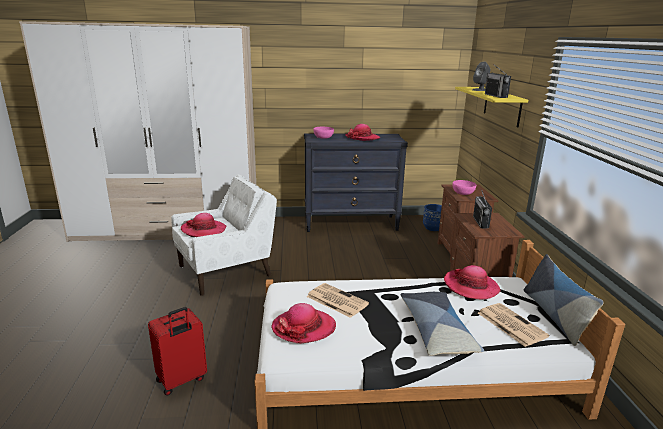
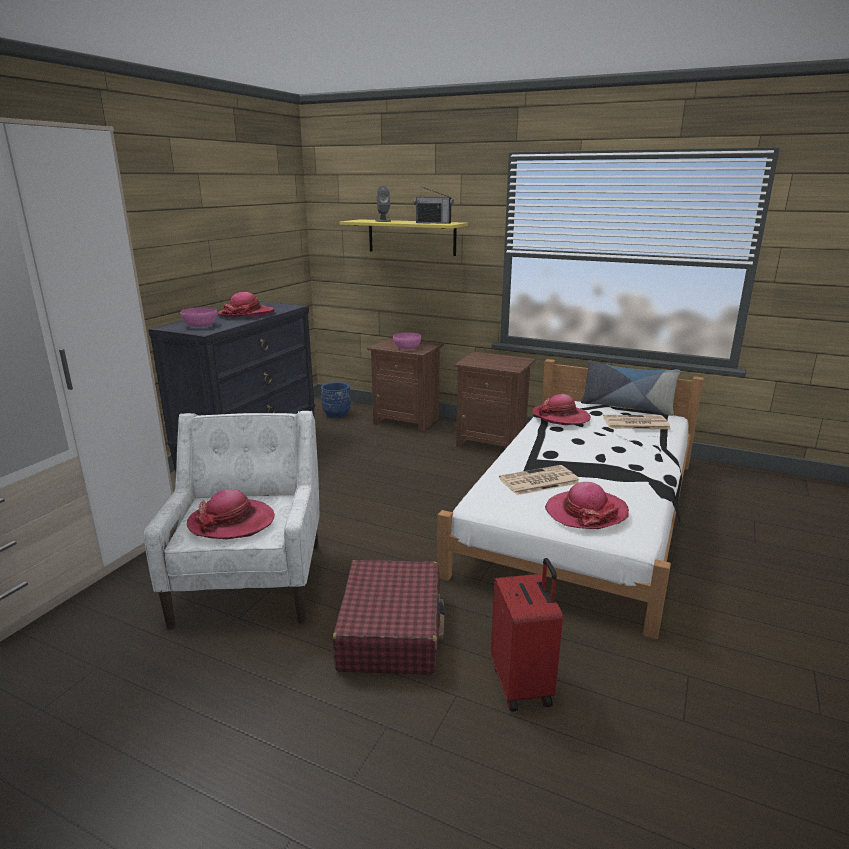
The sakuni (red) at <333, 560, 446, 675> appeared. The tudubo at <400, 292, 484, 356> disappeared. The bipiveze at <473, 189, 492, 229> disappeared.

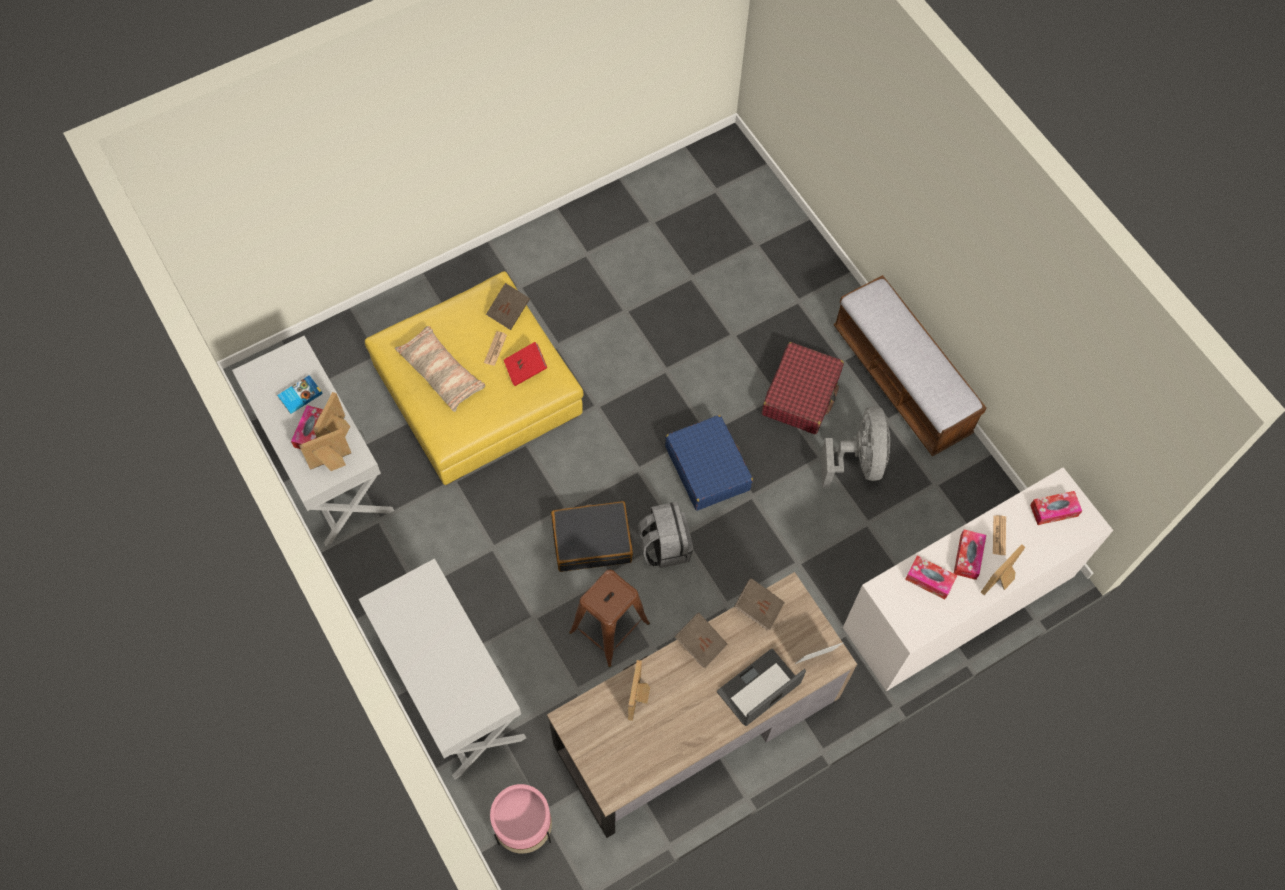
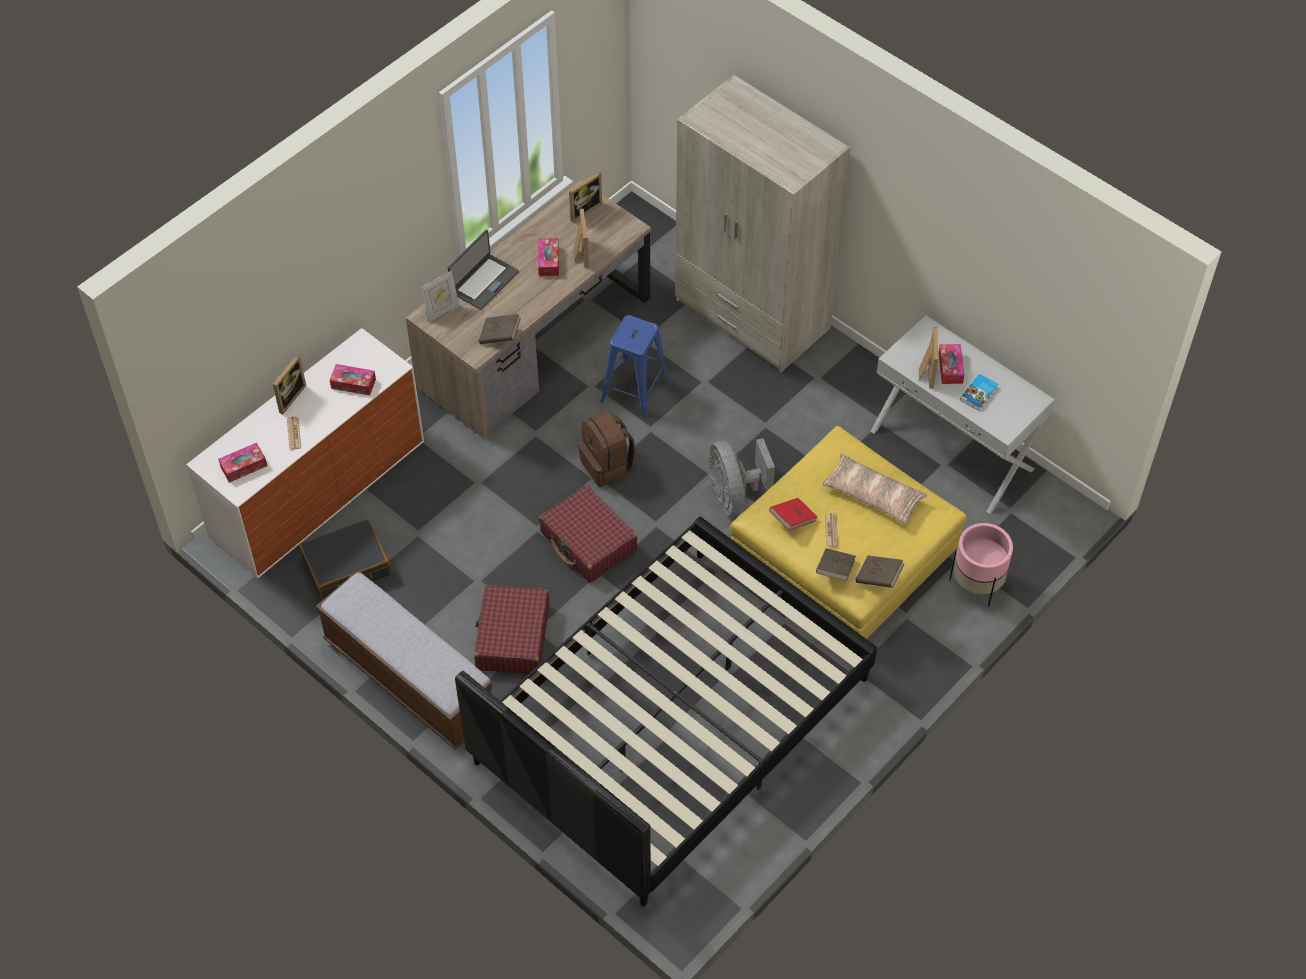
The sakuni (black) moved from <551, 501, 633, 572> to <299, 519, 391, 600>. The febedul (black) at <455, 517, 877, 906> appeared. The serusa moved from <953, 529, 986, 580> to <538, 238, 559, 276>. The sakuni (blue) at <665, 415, 753, 511> became the sakuni (red) at <539, 485, 638, 583>. The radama moved from <299, 428, 351, 471> to <569, 171, 602, 223>. The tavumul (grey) at <638, 502, 693, 568> became the tavumul (brown) at <578, 411, 636, 487>. The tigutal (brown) at <569, 570, 650, 667> became the tigutal (blue) at <600, 315, 669, 419>. The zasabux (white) at <359, 558, 526, 780> was replaced by the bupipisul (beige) at <675, 75, 850, 372>. The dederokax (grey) moved from <820, 406, 890, 488> to <709, 438, 775, 515>. The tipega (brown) moved from <675, 613, 728, 668> to <856, 555, 904, 588>. The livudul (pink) moved from <490, 784, 552, 854> to <949, 523, 1013, 607>.

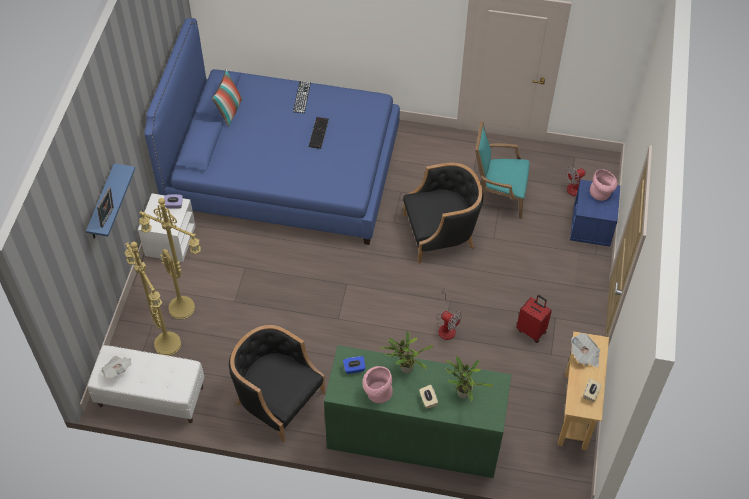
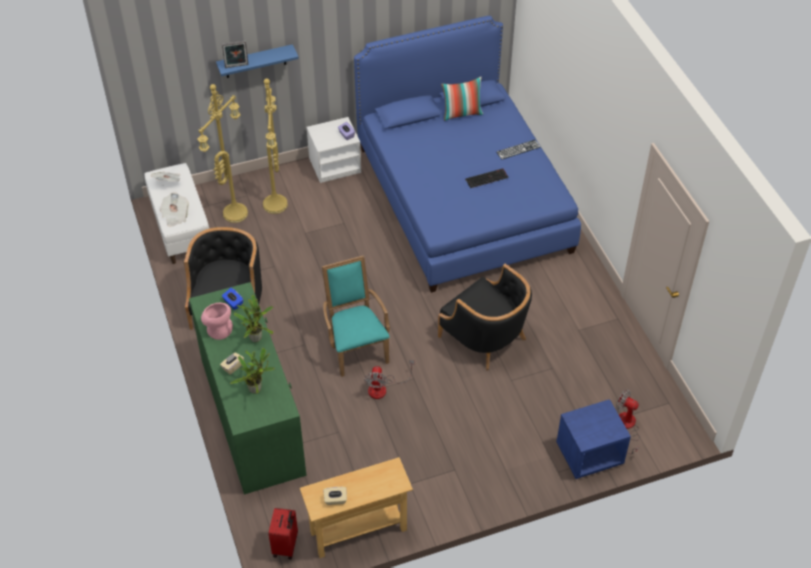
The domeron moved from <571, 333, 600, 367> to <160, 192, 189, 227>. The sakuni (red) moved from <517, 295, 552, 343> to <269, 508, 298, 560>. The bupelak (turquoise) moved from <475, 121, 530, 219> to <322, 255, 390, 377>. The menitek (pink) at <590, 169, 618, 201> disappeared.

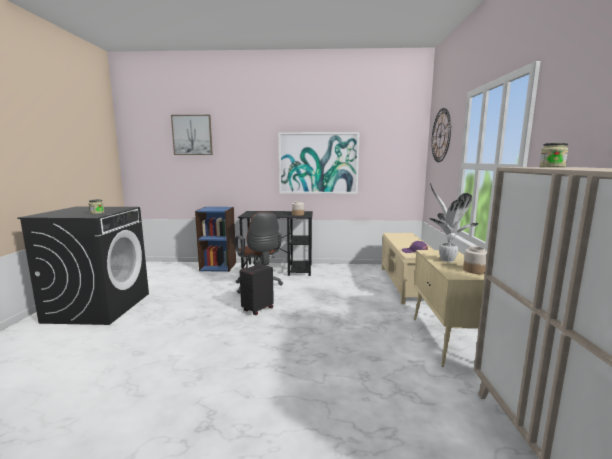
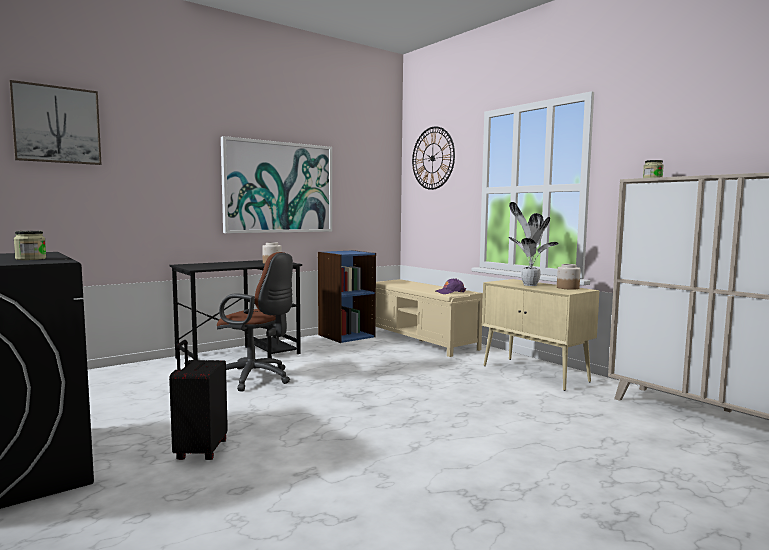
The sakuni (black) moved from <240, 253, 274, 315> to <169, 340, 228, 460>. The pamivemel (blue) moved from <195, 207, 236, 272> to <318, 250, 376, 343>.

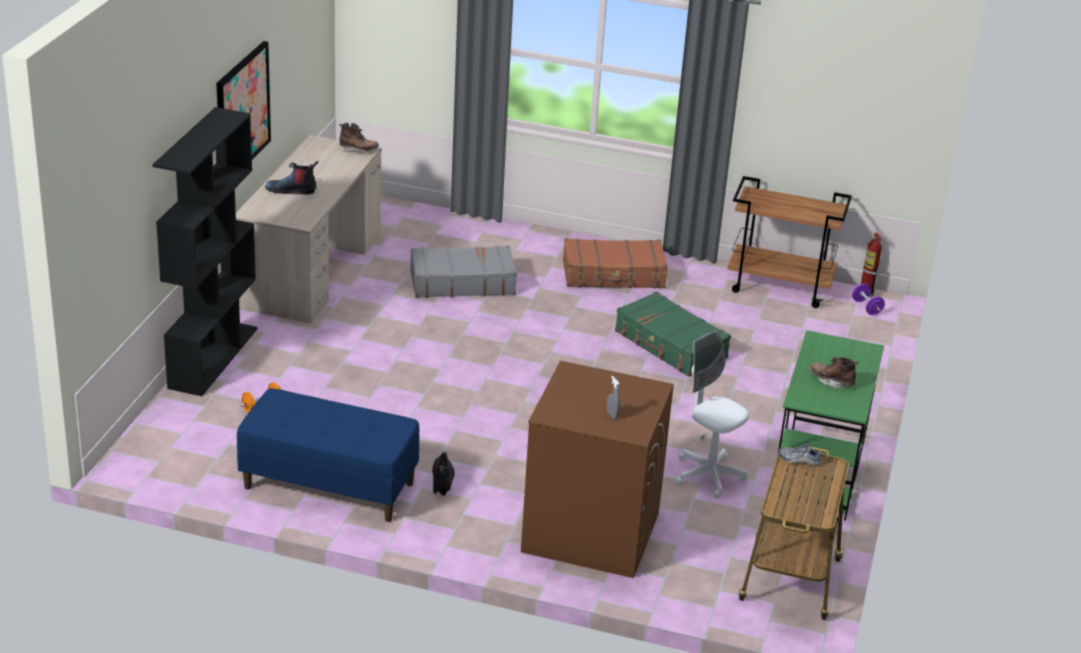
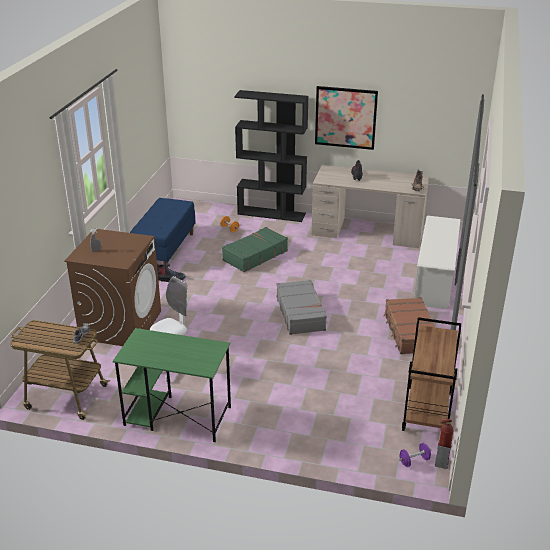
The sakuni (green) moved from <615, 291, 731, 377> to <222, 227, 288, 272>. The sakuni (grey) moved from <411, 245, 517, 298> to <276, 280, 327, 335>. The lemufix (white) at <414, 216, 460, 310> appeared. The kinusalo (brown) at <809, 357, 858, 390> disappeared.

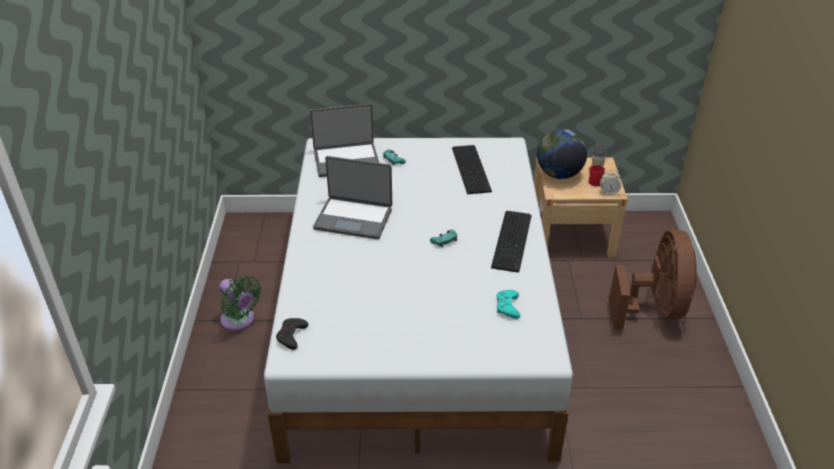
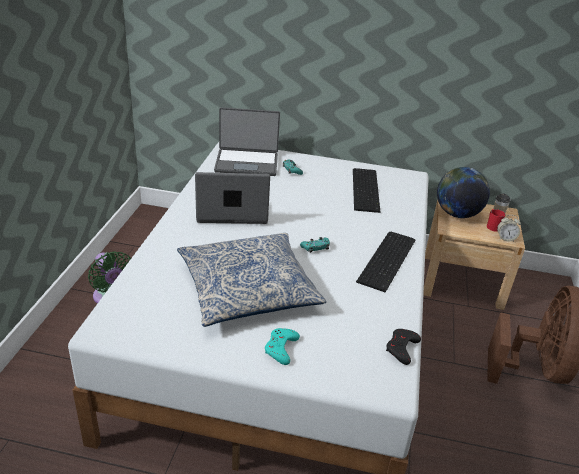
The tudubo at <177, 233, 326, 327> appeared. The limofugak at <313, 156, 392, 239> turned 150 degrees clockwise. The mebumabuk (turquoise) moved from <496, 290, 520, 319> to <265, 328, 300, 365>. The mebumabuk (black) moved from <276, 318, 308, 350> to <386, 329, 421, 365>.

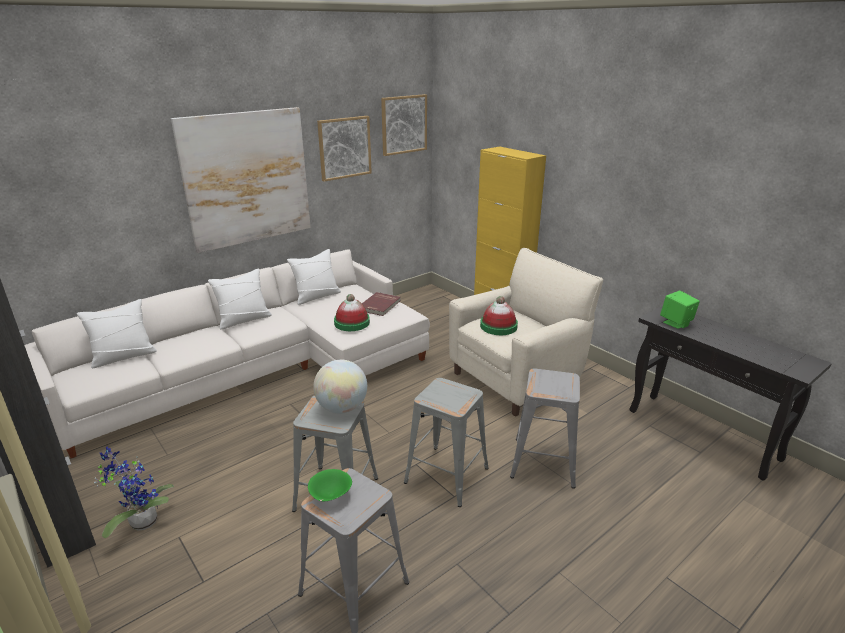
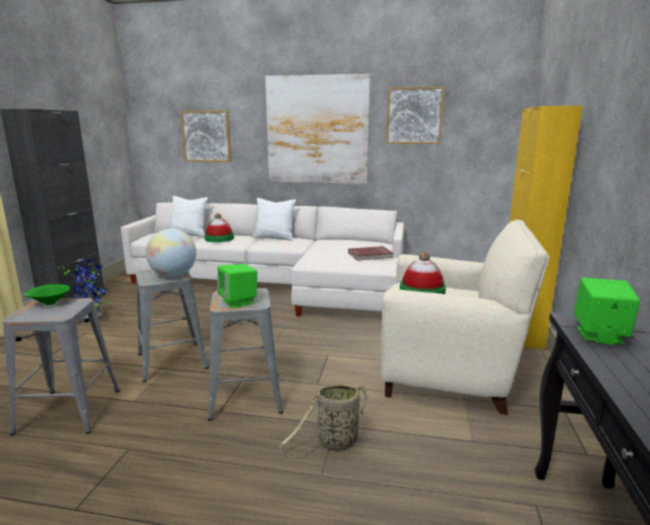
The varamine moved from <381, 94, 427, 156> to <180, 111, 231, 162>. The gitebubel moved from <334, 294, 370, 331> to <204, 213, 234, 242>. The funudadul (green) at <217, 264, 257, 309> appeared. The tigutal (grey) at <510, 368, 580, 489> was replaced by the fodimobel at <279, 384, 376, 457>. The tudubo (white) at <287, 249, 341, 305> disappeared.

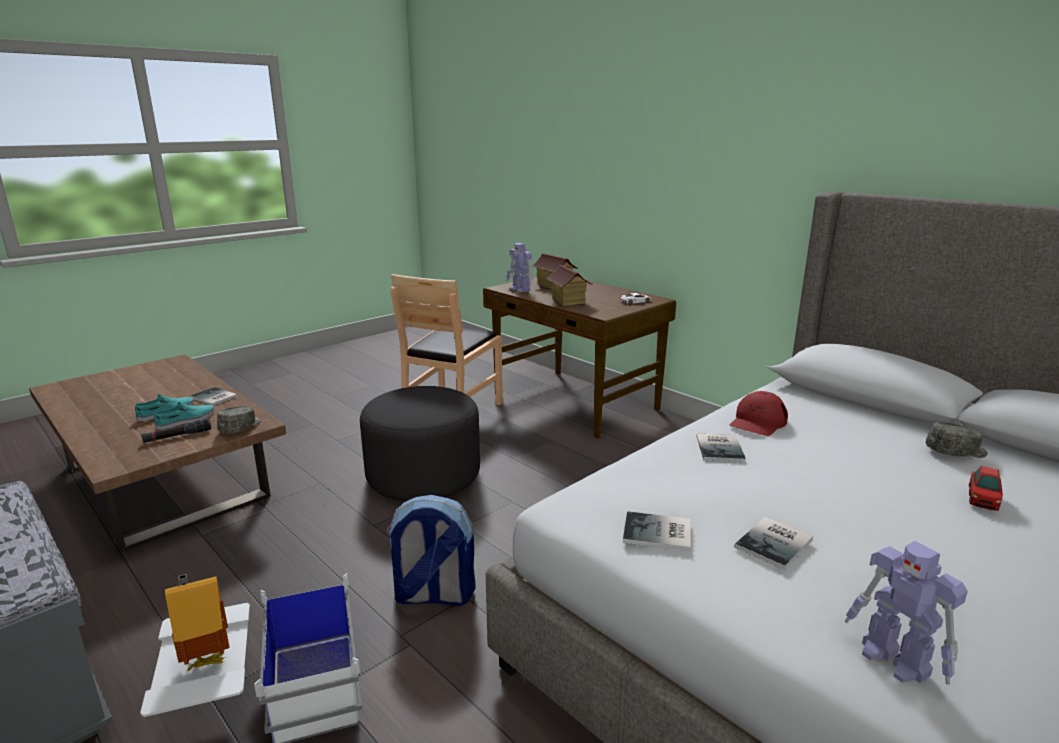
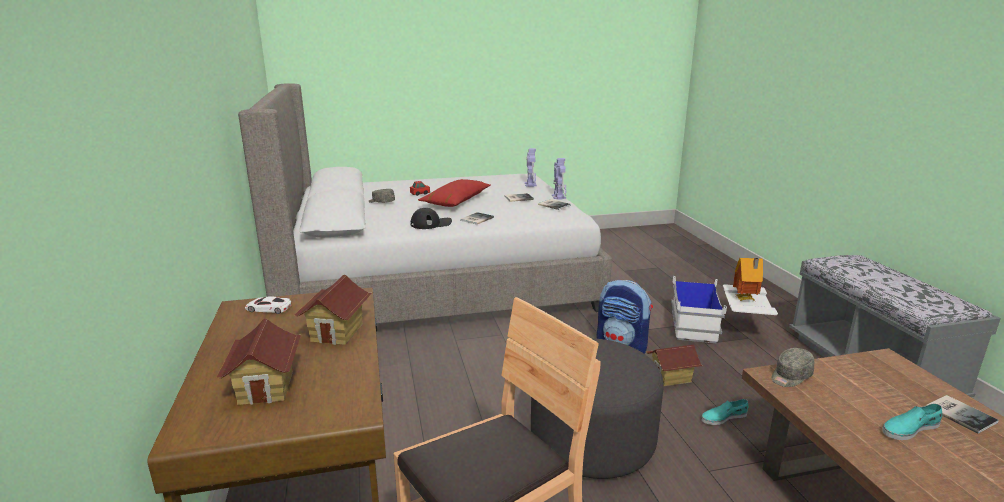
The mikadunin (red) at <730, 391, 788, 436> became the mikadunin (black) at <410, 208, 452, 229>. The tudubo (red) at <418, 179, 491, 207> appeared. The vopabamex moved from <506, 243, 533, 292> to <552, 158, 566, 200>. The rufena at <646, 345, 703, 386> appeared. The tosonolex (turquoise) moved from <154, 402, 214, 430> to <701, 399, 749, 425>. The tipega moved from <190, 387, 238, 406> to <927, 395, 999, 434>. The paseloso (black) at <141, 418, 211, 443> disappeared.

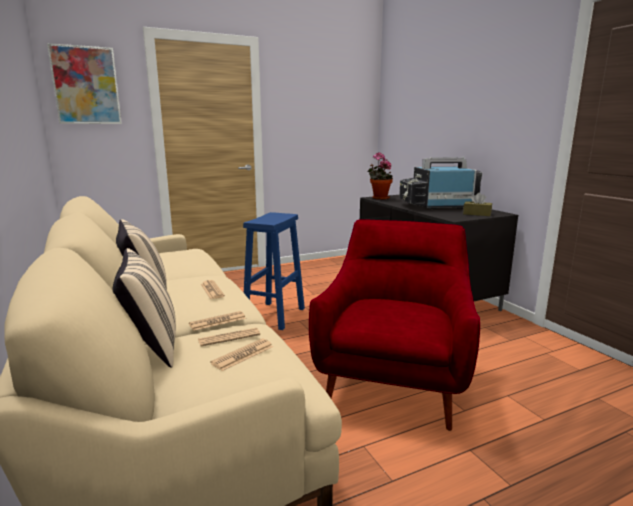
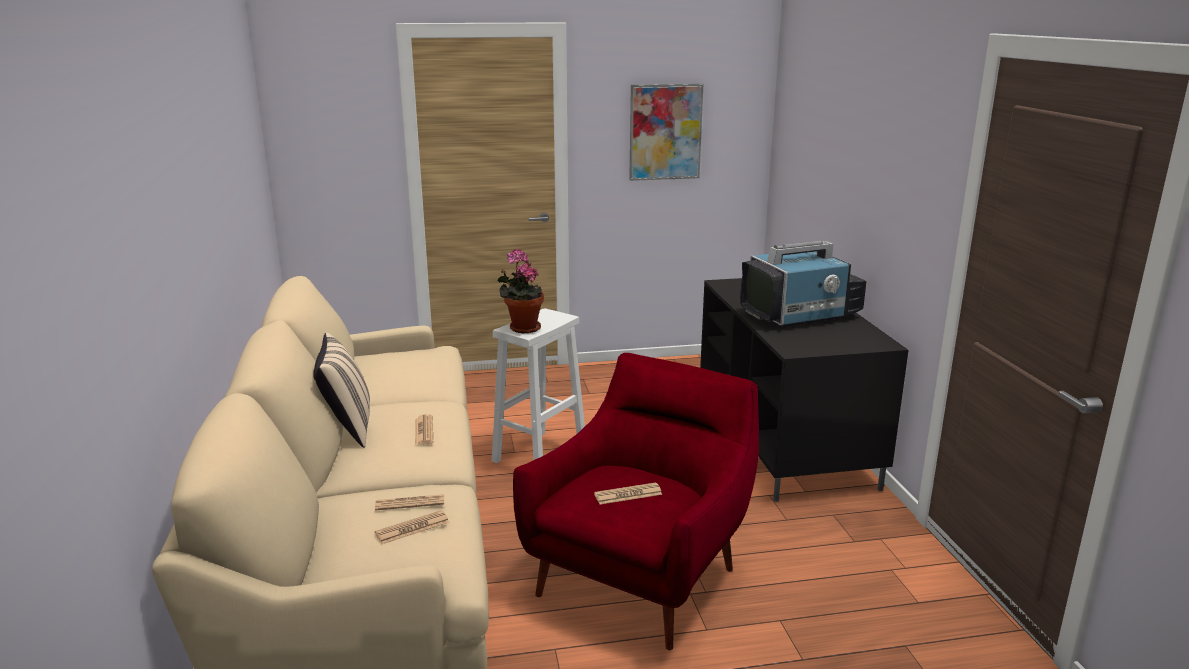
The tigutal (blue) at <243, 212, 305, 330> became the tigutal (white) at <492, 308, 585, 463>. The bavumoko moved from <367, 152, 393, 200> to <497, 249, 544, 333>. The domeron moved from <189, 311, 246, 331> to <594, 482, 662, 504>. The varamine moved from <47, 43, 122, 124> to <629, 84, 703, 181>. The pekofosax at <399, 157, 482, 209> turned 150 degrees clockwise. The tudubo (beige) at <113, 248, 176, 368> disappeared. The serusa (brown) at <463, 193, 492, 216> disappeared.

